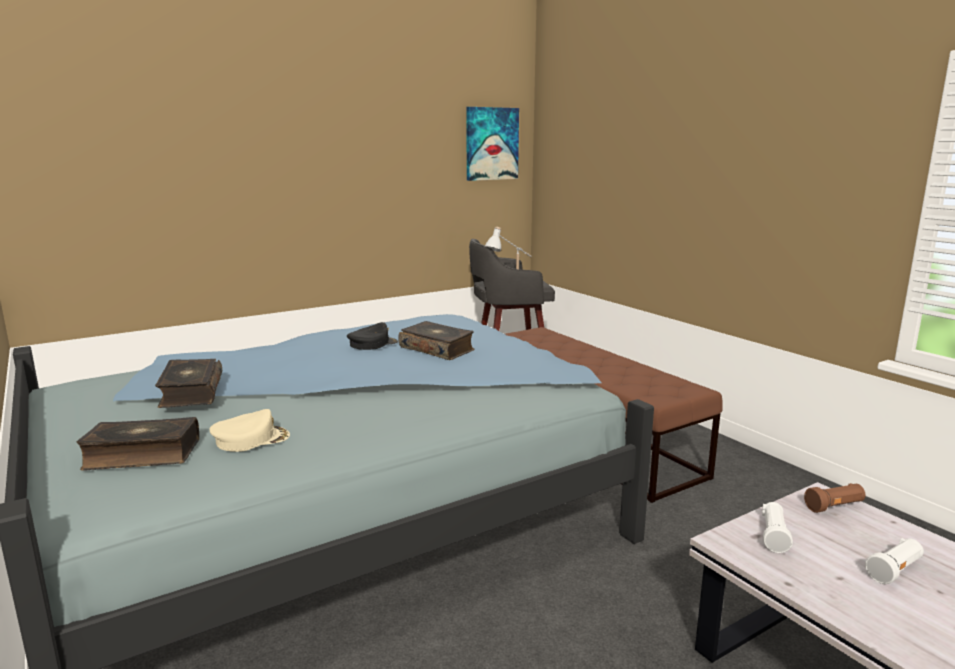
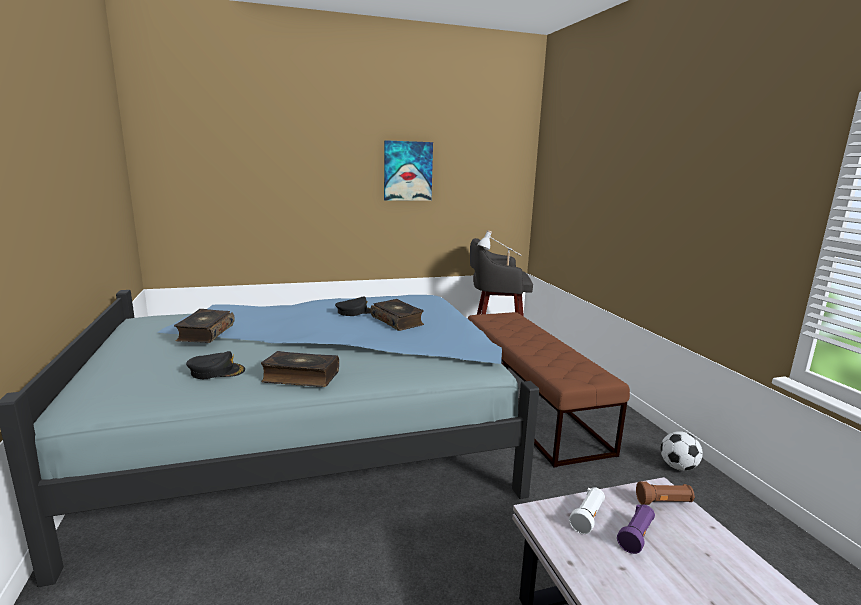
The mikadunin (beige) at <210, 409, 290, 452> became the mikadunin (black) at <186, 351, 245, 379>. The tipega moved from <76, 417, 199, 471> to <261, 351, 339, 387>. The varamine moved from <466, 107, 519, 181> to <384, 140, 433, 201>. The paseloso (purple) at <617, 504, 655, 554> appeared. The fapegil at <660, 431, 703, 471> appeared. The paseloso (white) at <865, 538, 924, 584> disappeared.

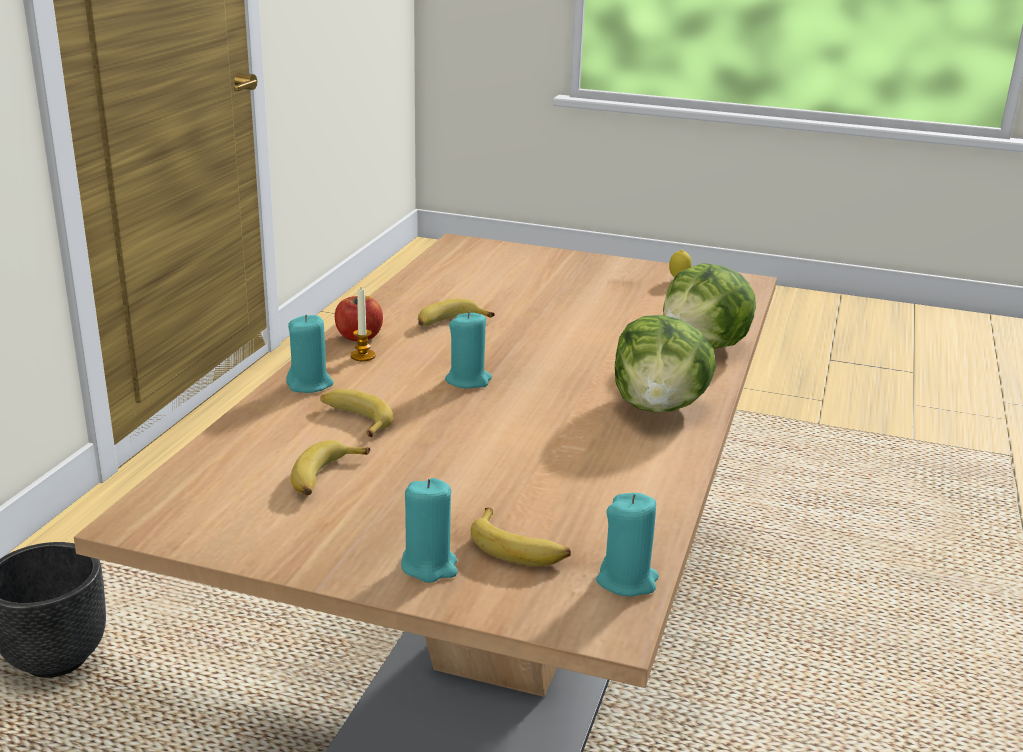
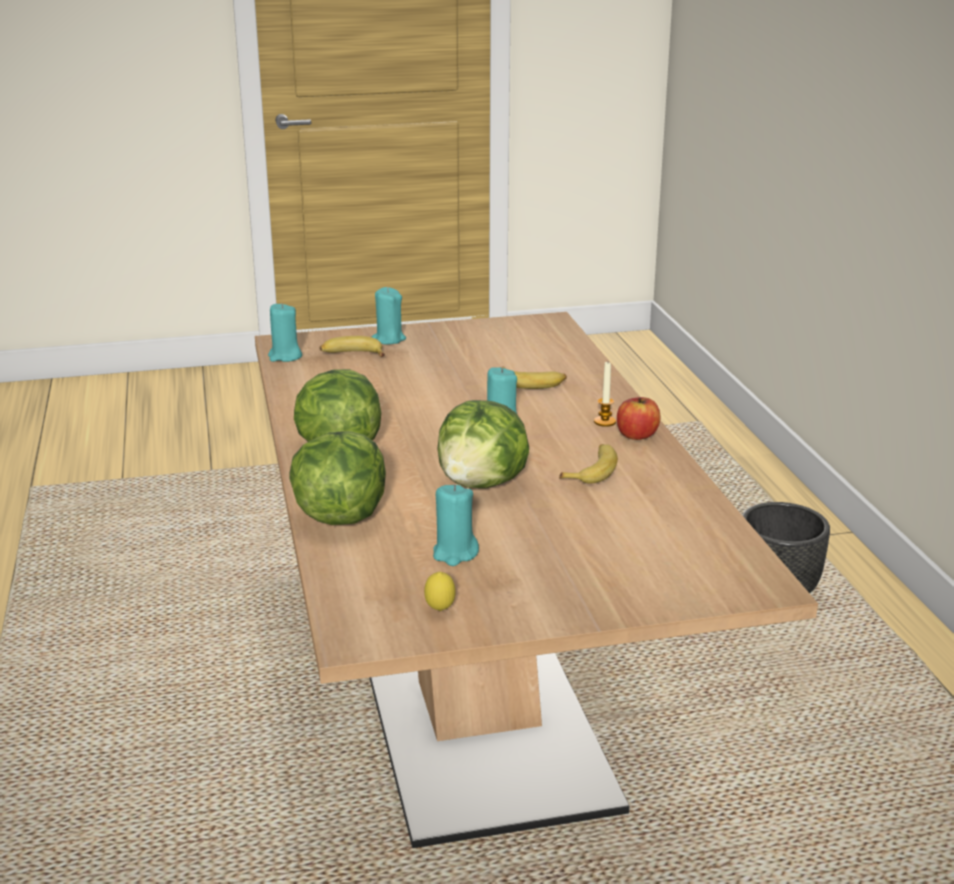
The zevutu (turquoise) moved from <287, 314, 333, 393> to <433, 484, 479, 566>. The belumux at <437, 400, 529, 488> appeared. The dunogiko at <291, 440, 370, 496> disappeared.

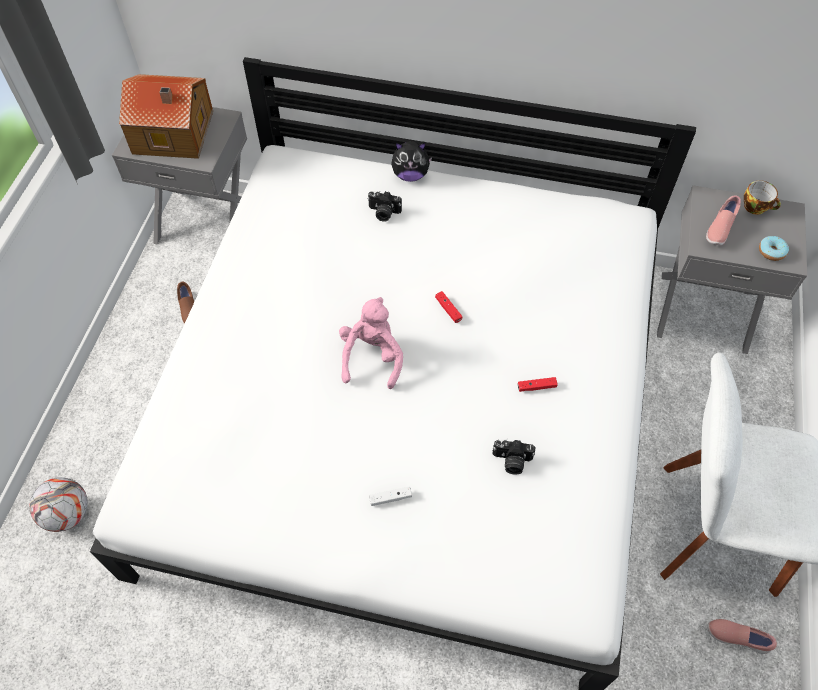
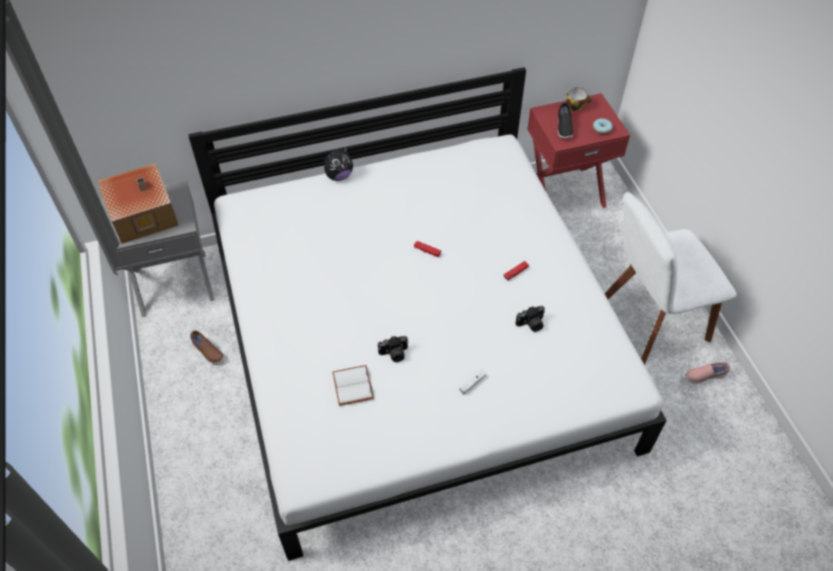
The tipega (white) at <332, 365, 374, 406> appeared. The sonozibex moved from <367, 191, 402, 222> to <378, 336, 409, 362>. The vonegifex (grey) at <657, 185, 807, 354> became the vonegifex (red) at <527, 93, 630, 208>. The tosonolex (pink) at <706, 195, 741, 245> became the tosonolex (black) at <558, 102, 573, 139>. The fapegil at <29, 477, 88, 532> disappeared. The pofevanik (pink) at <339, 297, 403, 389> disappeared.

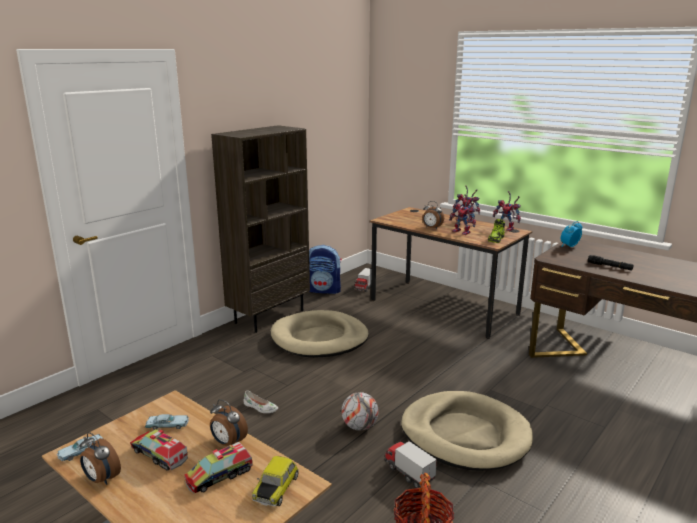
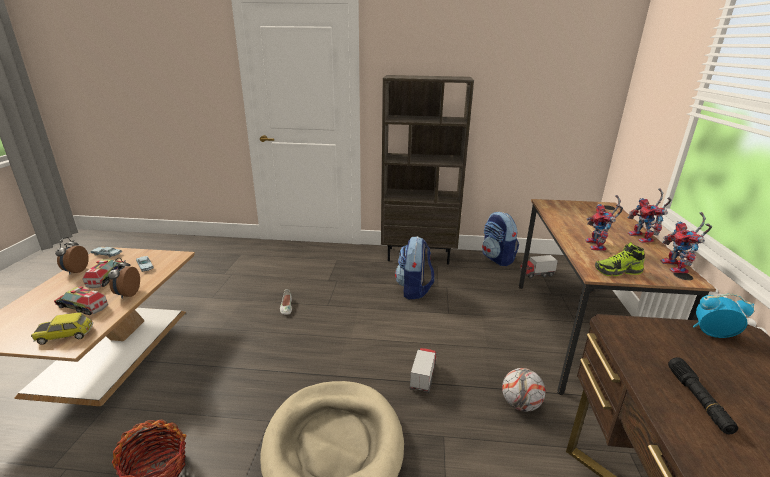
The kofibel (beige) at <271, 310, 369, 358> was replaced by the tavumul at <395, 236, 434, 299>. The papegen moved from <384, 441, 437, 488> to <410, 348, 438, 393>. The fapegil moved from <341, 392, 379, 431> to <502, 368, 546, 412>. The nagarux at <423, 201, 444, 229> disappeared.

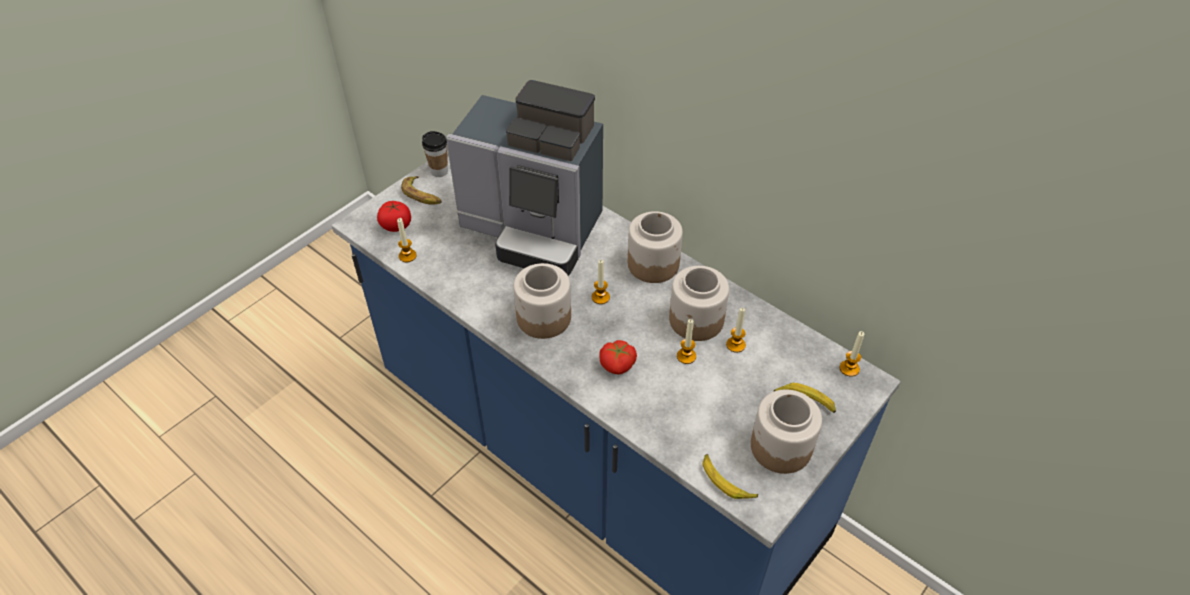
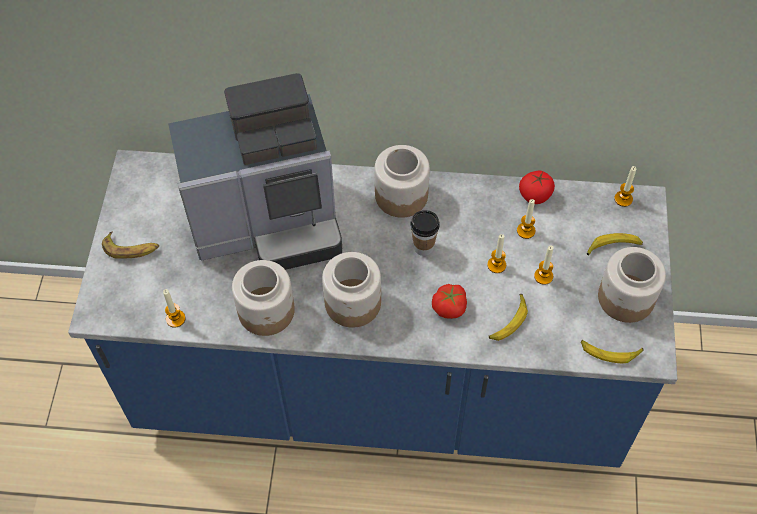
The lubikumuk moved from <669, 266, 729, 341> to <232, 260, 295, 336>. The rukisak moved from <422, 131, 448, 177> to <410, 210, 440, 256>. The dunogiko at <489, 294, 528, 341> appeared. The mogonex moved from <377, 201, 411, 232> to <519, 171, 555, 204>. The zevutu moved from <592, 260, 610, 304> to <534, 246, 553, 285>.

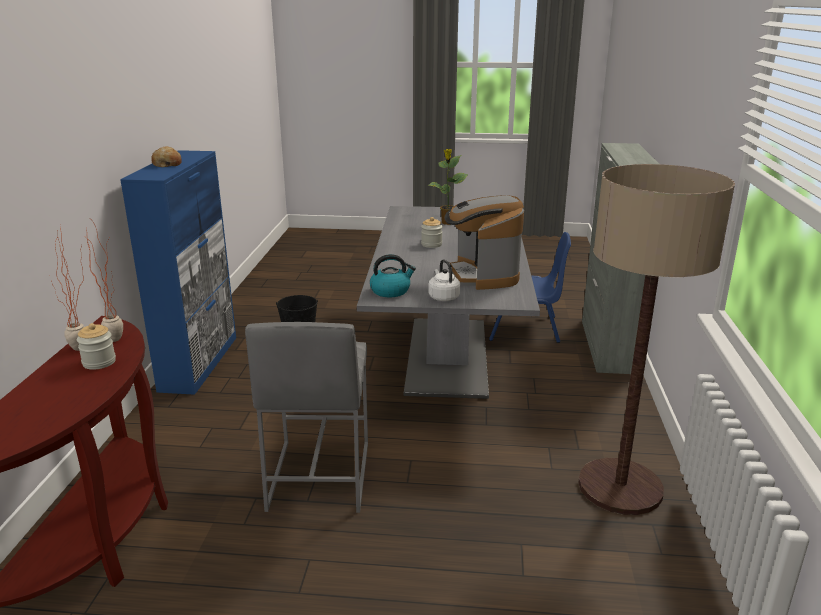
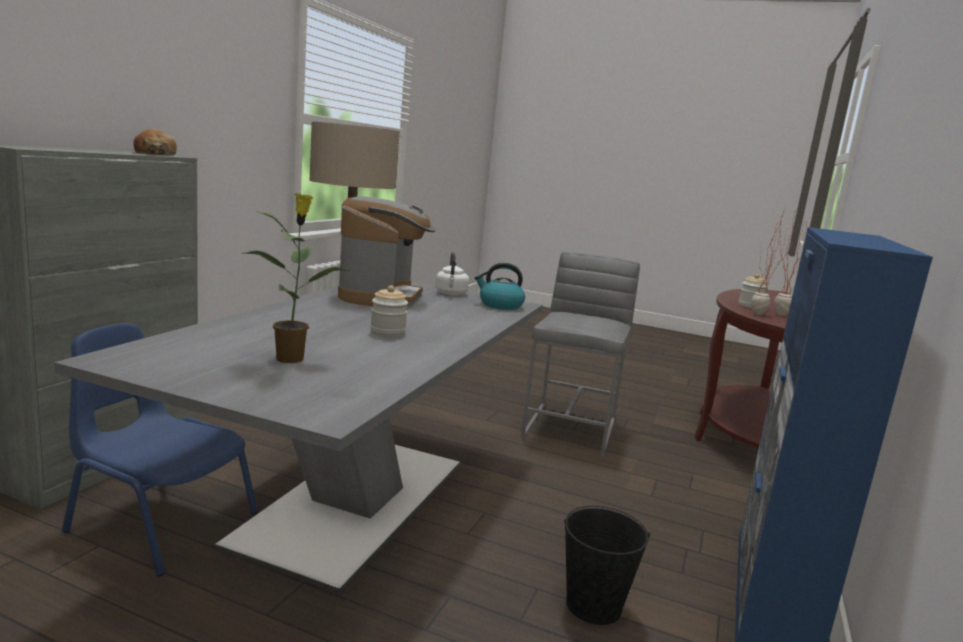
The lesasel moved from <151, 147, 182, 167> to <134, 129, 177, 156>.

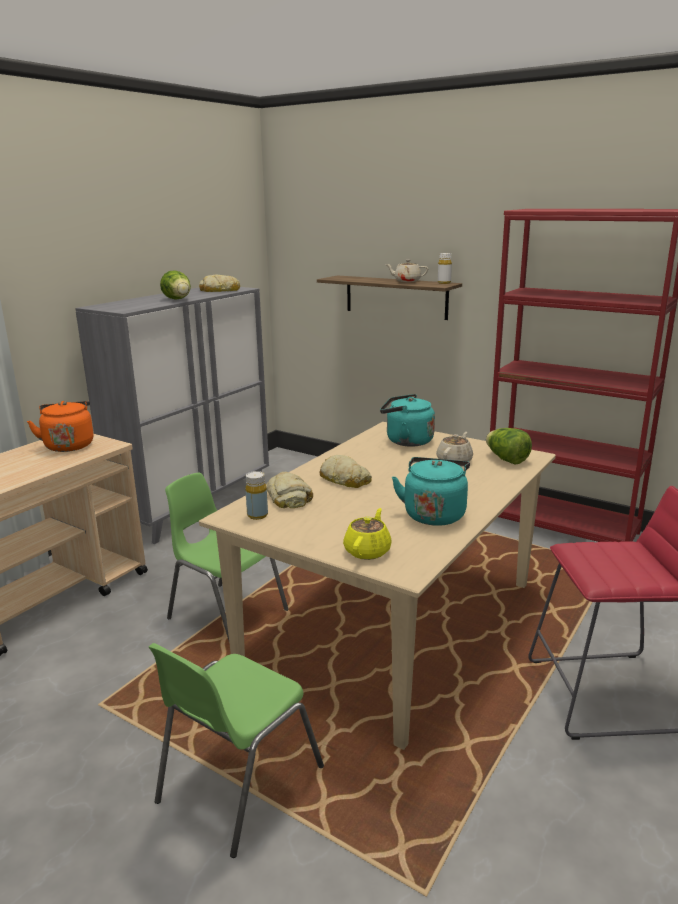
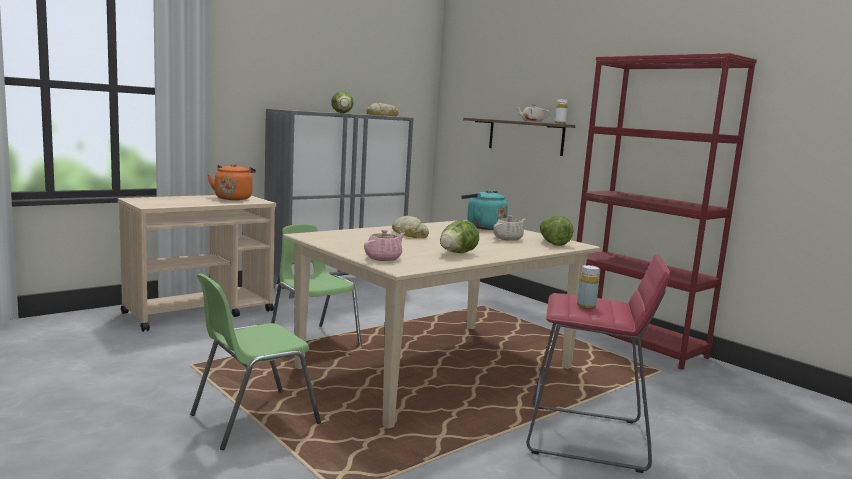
The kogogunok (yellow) at <343, 508, 392, 560> became the kogogunok (pink) at <364, 230, 405, 261>. The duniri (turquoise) at <392, 457, 470, 526> was replaced by the belumux at <440, 220, 479, 253>. The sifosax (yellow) moved from <245, 471, 268, 520> to <577, 265, 599, 309>. The lesasel at <266, 472, 313, 508> disappeared.

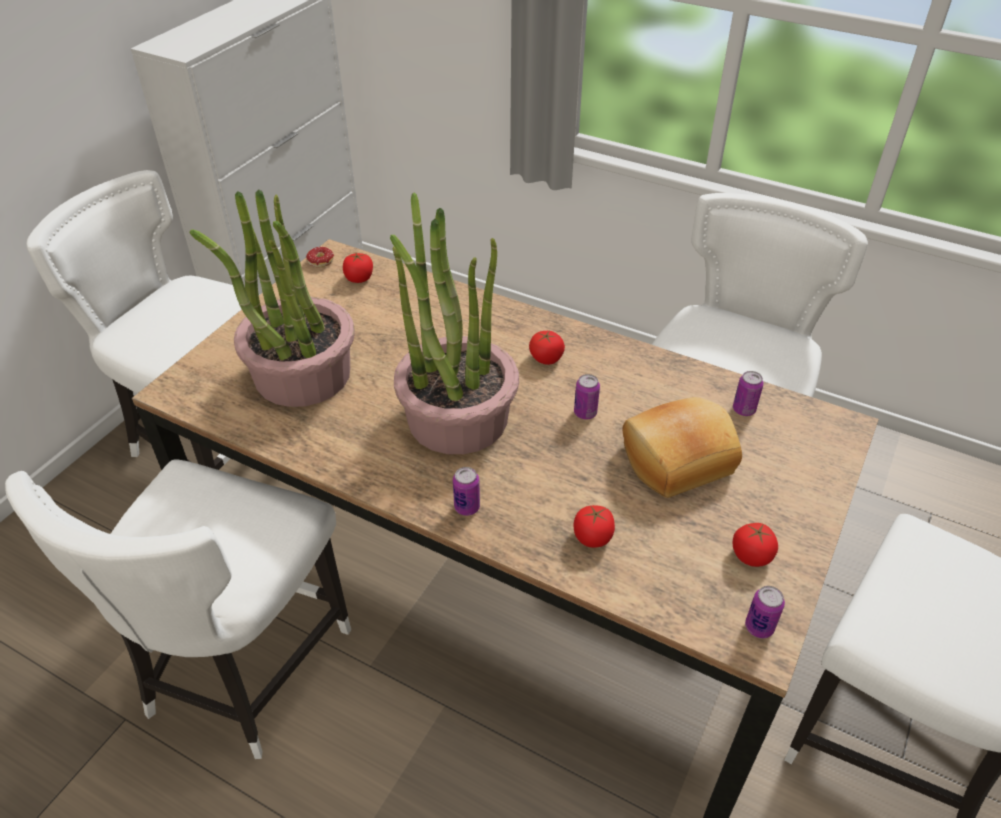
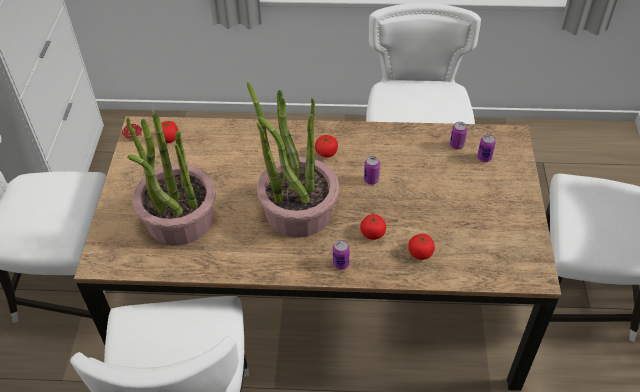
The mogonex moved from <733, 523, 778, 567> to <360, 214, 386, 240>. The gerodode moved from <745, 586, 785, 638> to <477, 134, 496, 162>. The lesasel at <622, 397, 742, 498> disappeared.

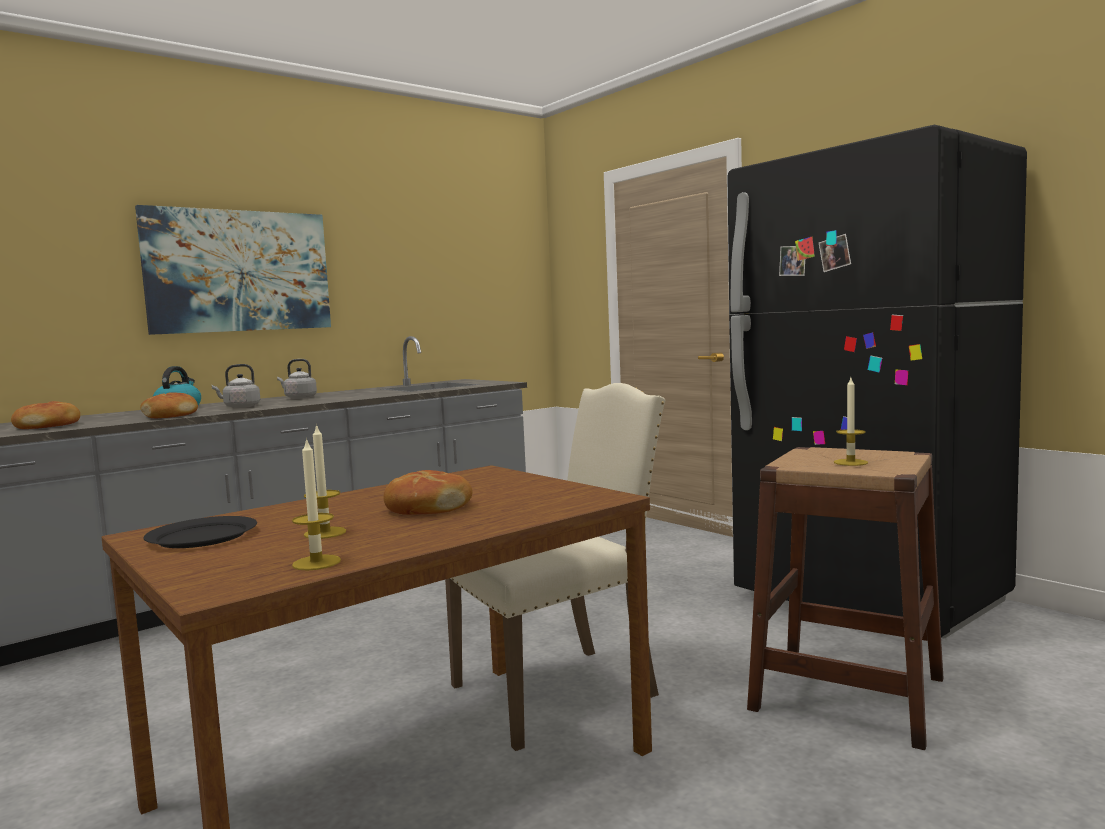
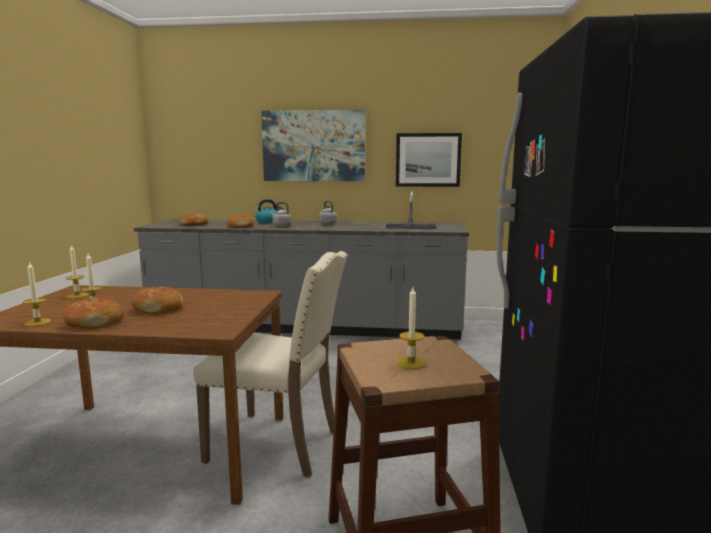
The lesasel at <63, 298, 125, 328> appeared. The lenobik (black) at <143, 516, 257, 548> was replaced by the zevutu at <66, 245, 88, 298>. The varamine at <396, 133, 462, 187> appeared.

